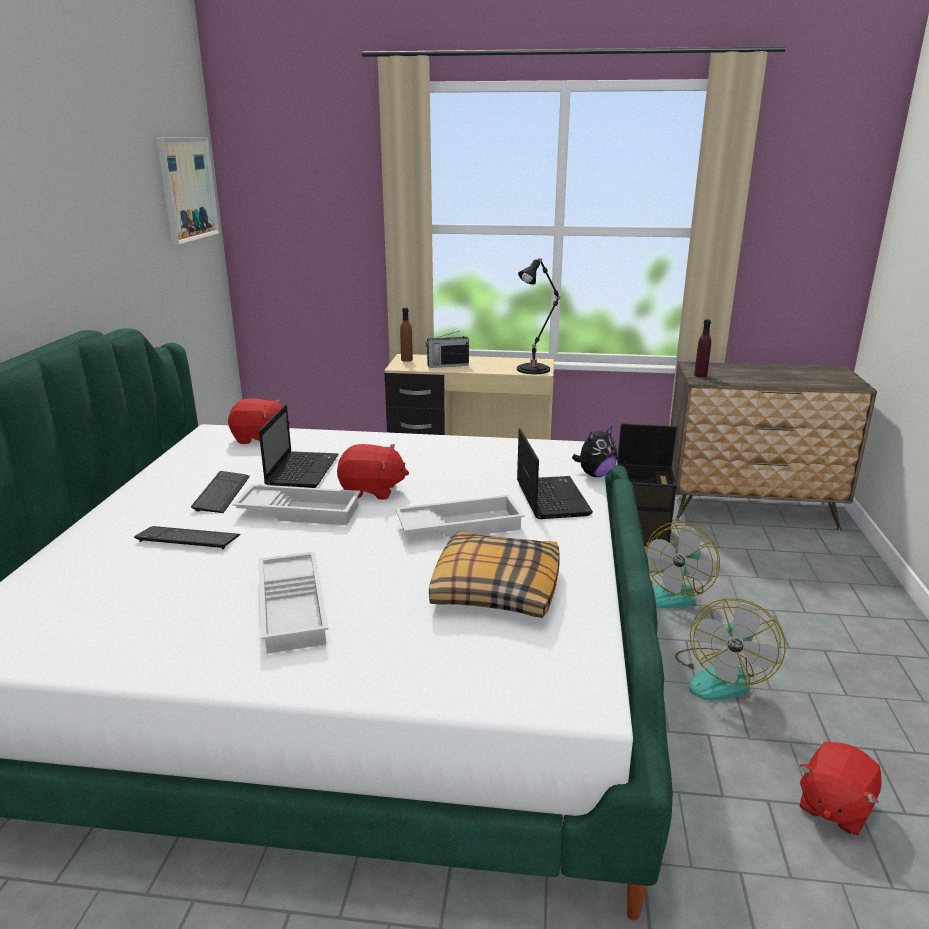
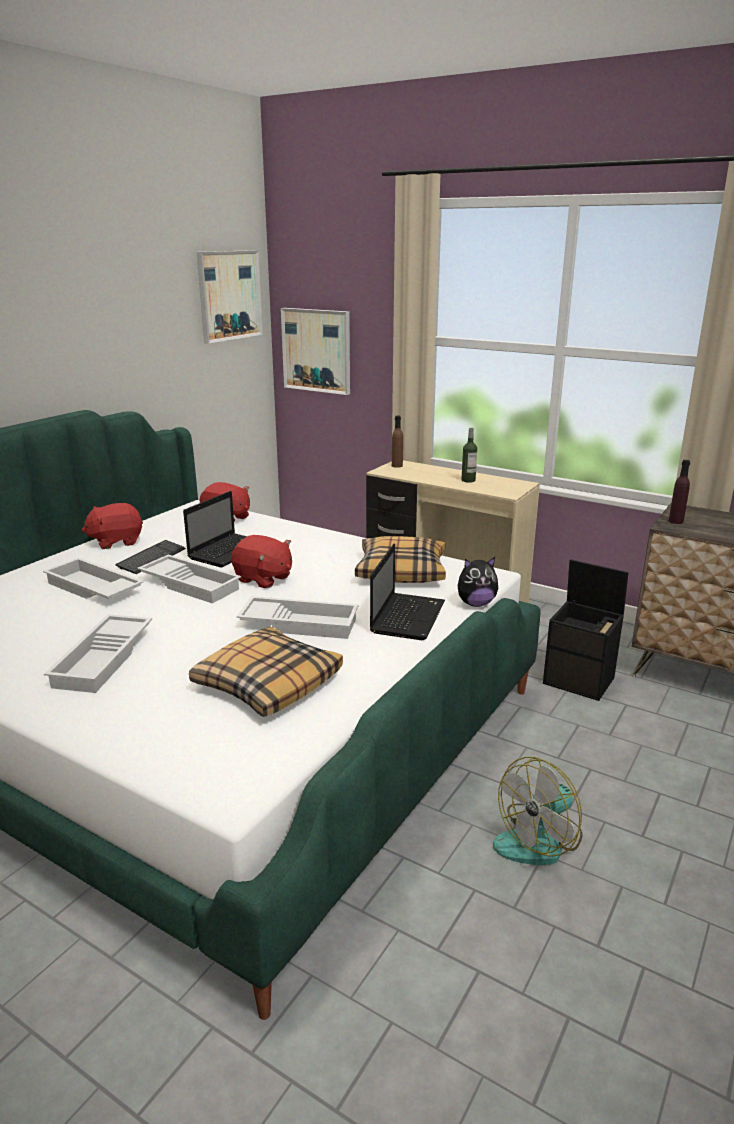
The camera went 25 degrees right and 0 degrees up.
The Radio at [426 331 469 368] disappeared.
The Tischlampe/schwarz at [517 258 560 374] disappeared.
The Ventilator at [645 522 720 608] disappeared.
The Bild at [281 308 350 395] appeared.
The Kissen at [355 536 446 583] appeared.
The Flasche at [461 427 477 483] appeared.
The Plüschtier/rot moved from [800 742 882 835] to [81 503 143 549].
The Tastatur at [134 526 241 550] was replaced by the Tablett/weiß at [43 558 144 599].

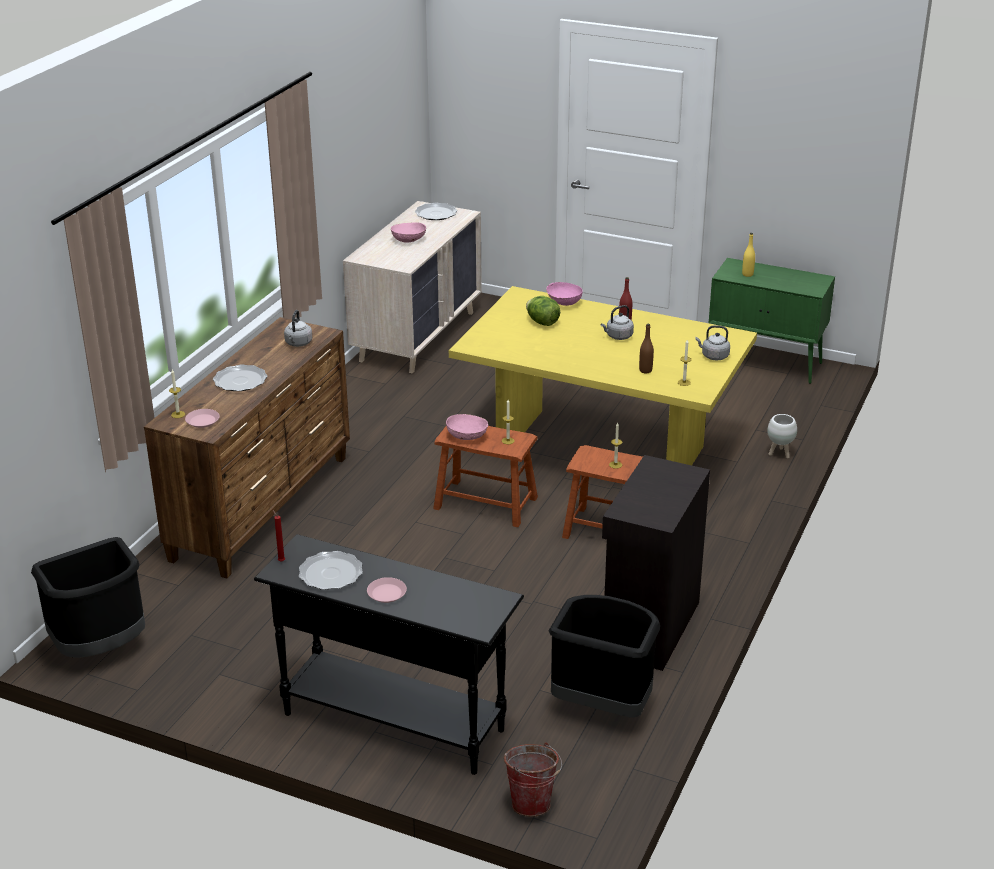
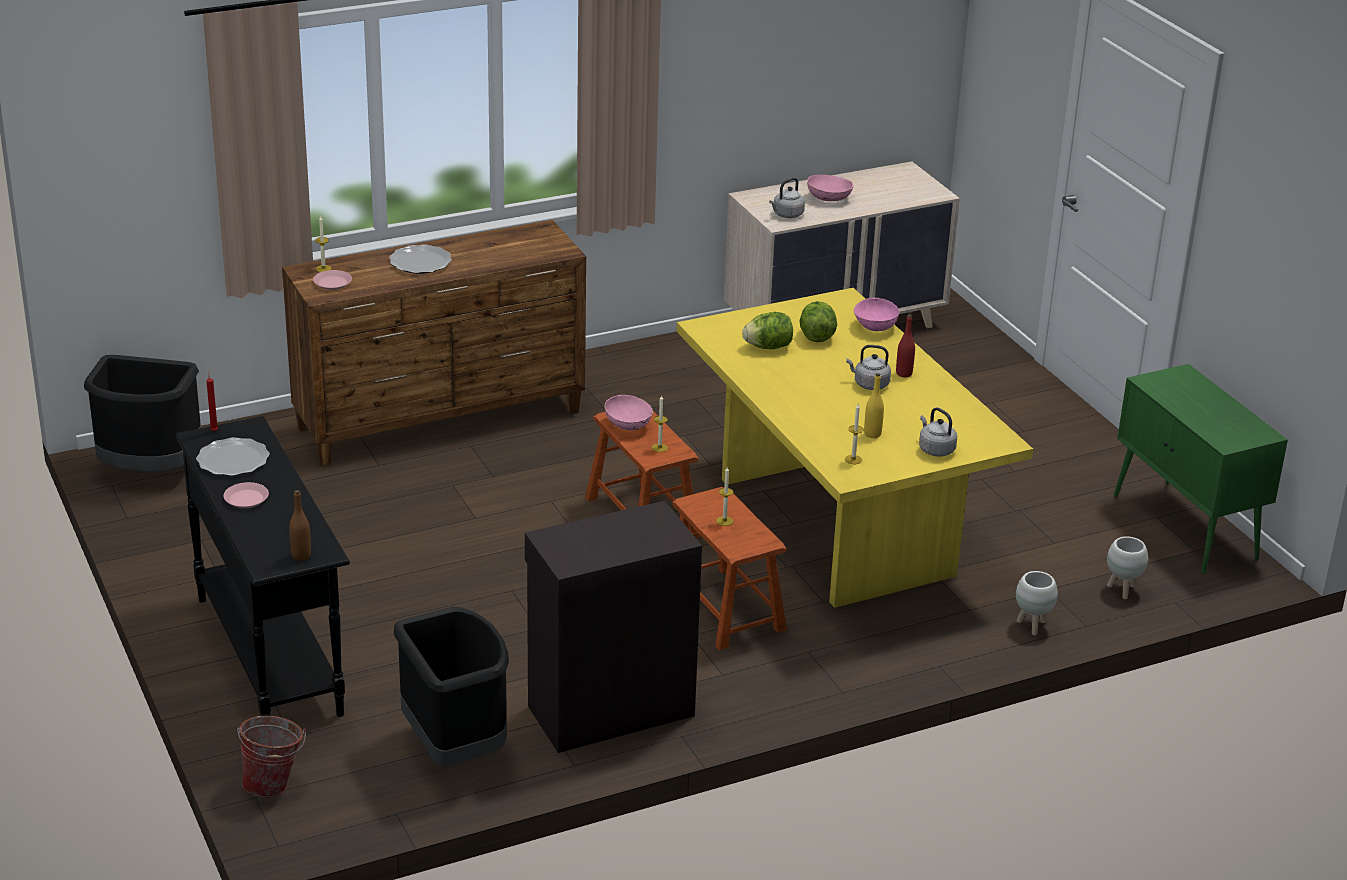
The camera went 40 degrees right and 0 degrees up.
The Teller at [415 203 457 220] disappeared.
The Salatkopf at [742 312 793 350] appeared.
The Pflanzkübel/weiß at [1107 536 1148 599] appeared.
The Wasserkessel/grau moved from [284 310 312 347] to [769 177 805 218].
The Flasche/braun moved from [639 324 654 373] to [289 490 311 561].
The Flasche/gelb moved from [742 233 755 277] to [864 373 884 438].

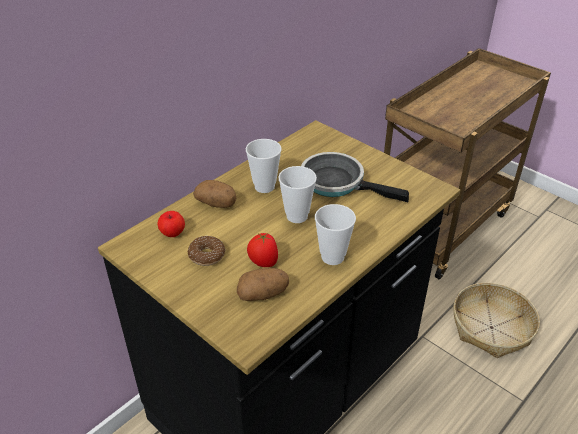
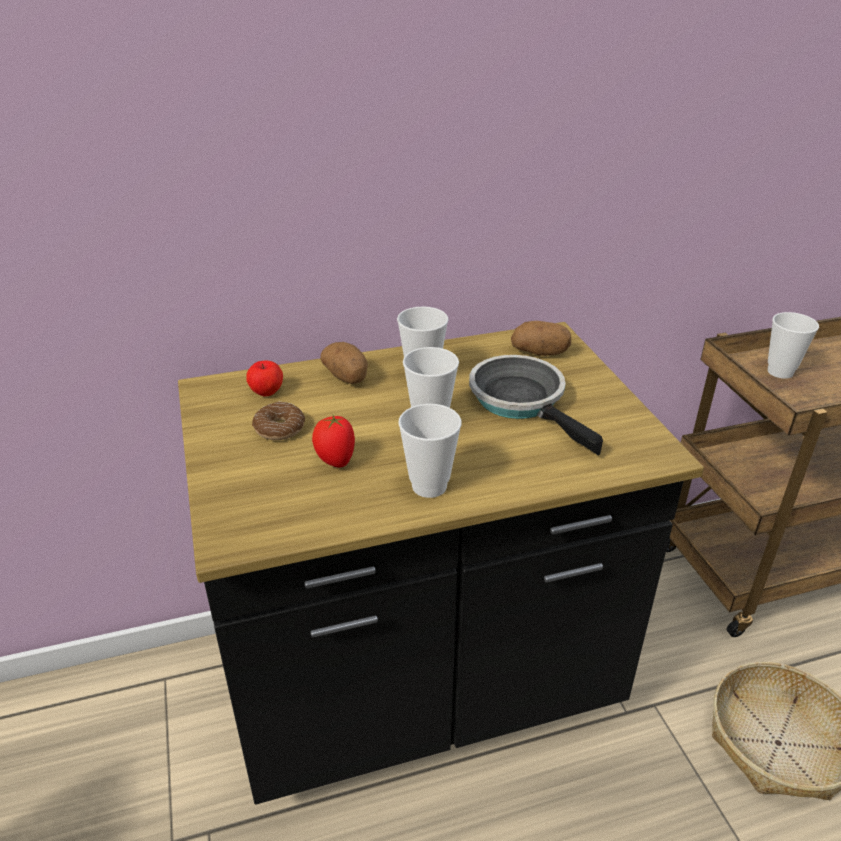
The camera went 30 degrees right and 5 degrees down.
The Tasse at [768 312 819 379] appeared.
The Kartoffel moved from [237 268 289 301] to [511 321 571 356].

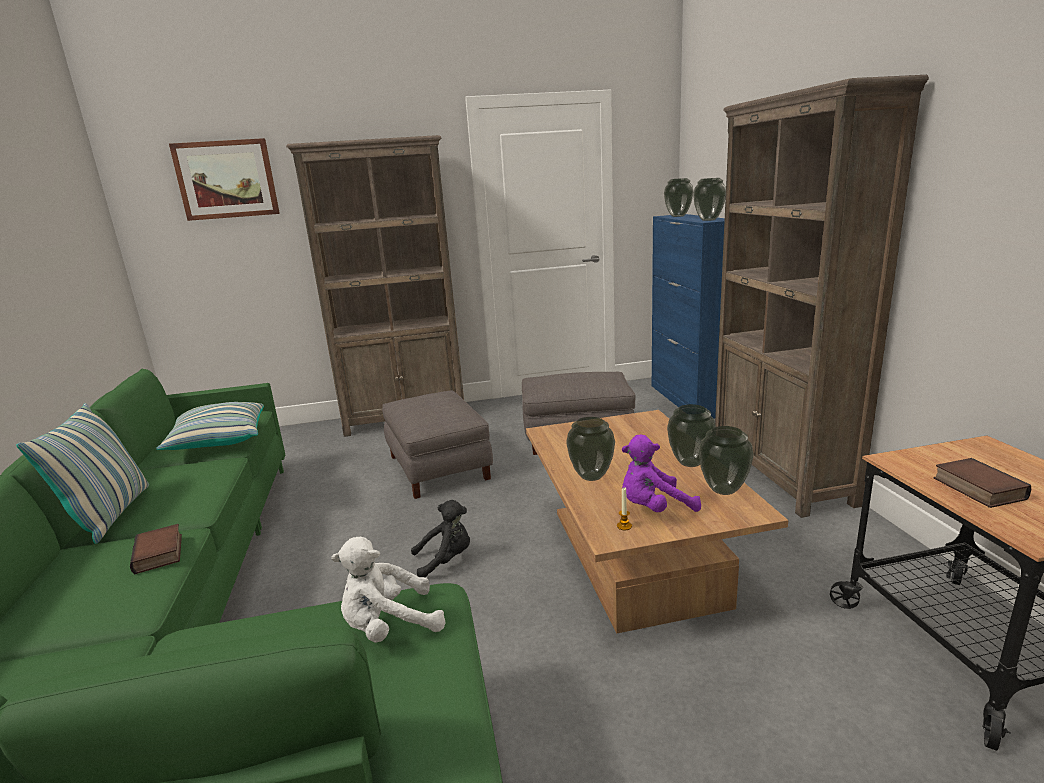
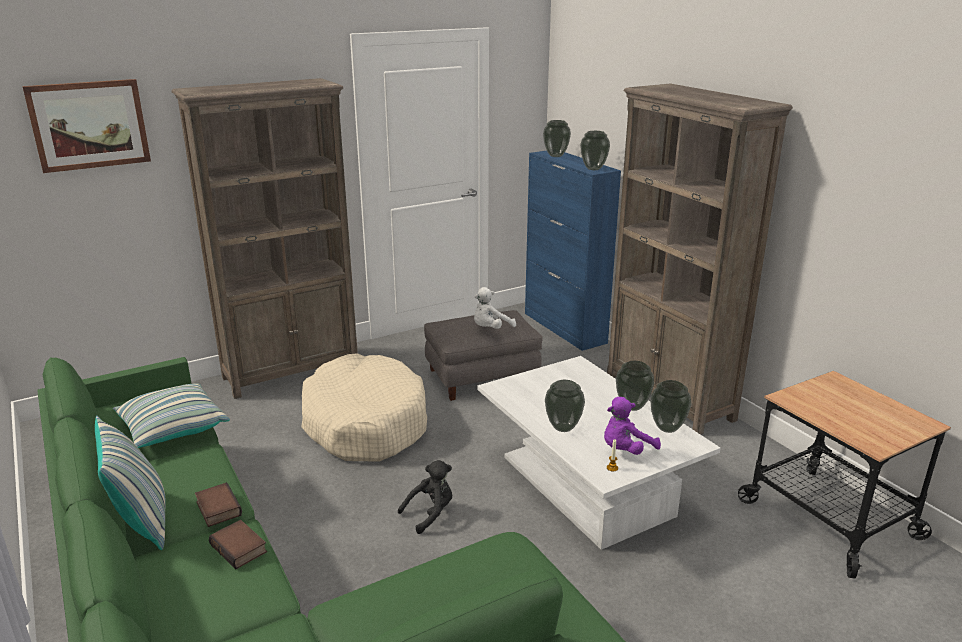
The camera went 20 degrees left and 5 degrees up.
The Plüschtier/weiß moved from [331 537 446 643] to [474 287 516 329].
The Buch moved from [934 458 1031 508] to [195 482 242 527].
The Polsterhocker/grau at [382 391 493 499] was replaced by the Hundebett/beige at [302 353 427 462].
The Couchtisch/braun at [526 410 788 633] became the Couchtisch/weiß at [477 356 721 550].

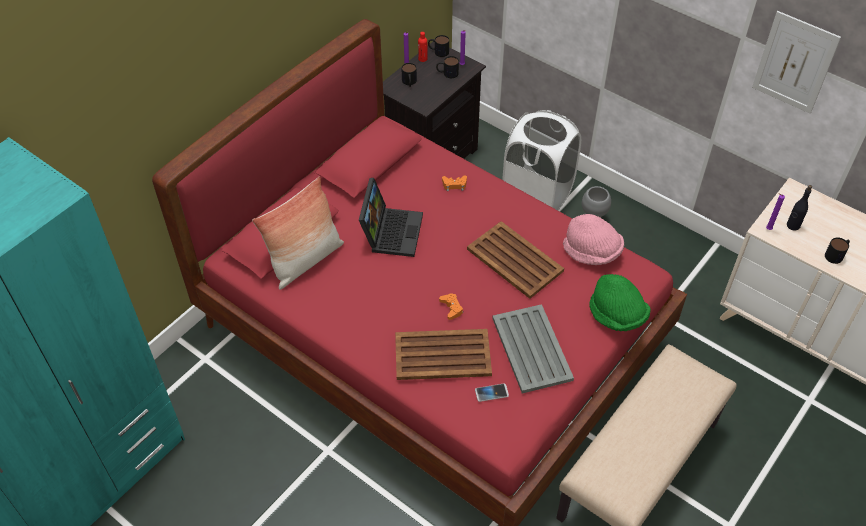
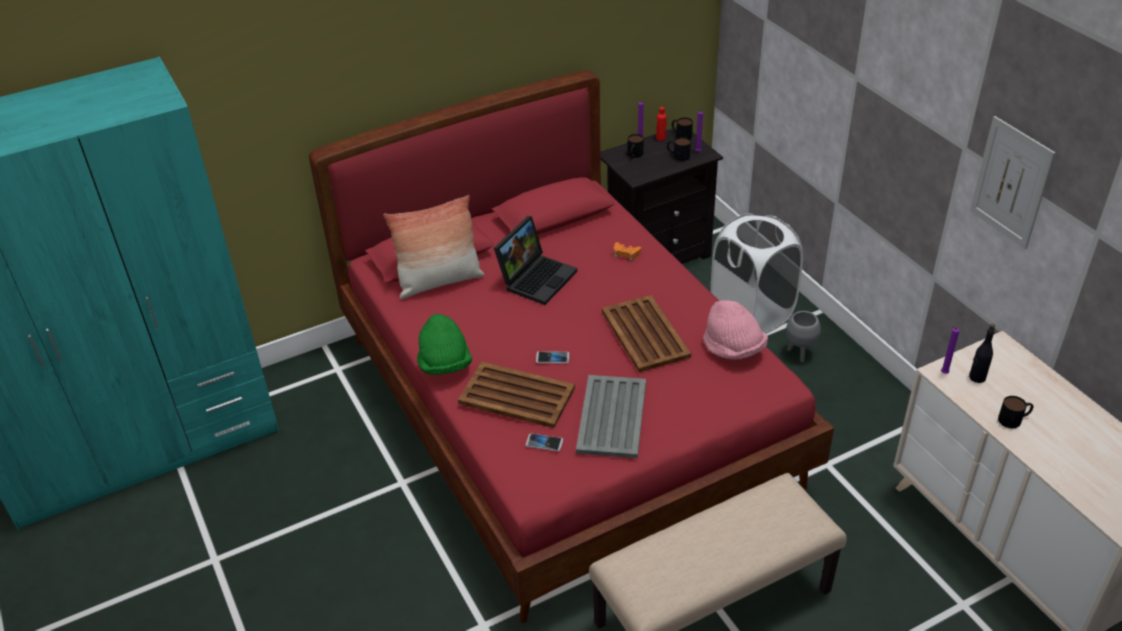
The camera went 25 degrees right and 10 degrees down.
The Hut/grün moved from [589 274 651 331] to [417 314 472 375].
The Gamepad/orange at [439 293 463 320] was replaced by the Handy at [536 351 569 363].

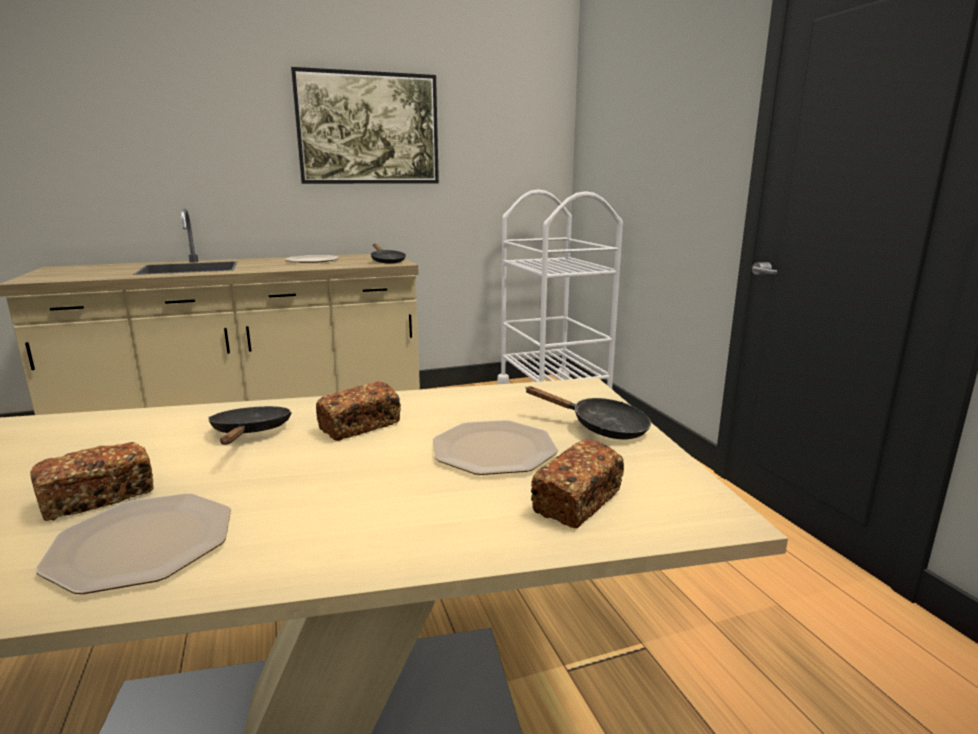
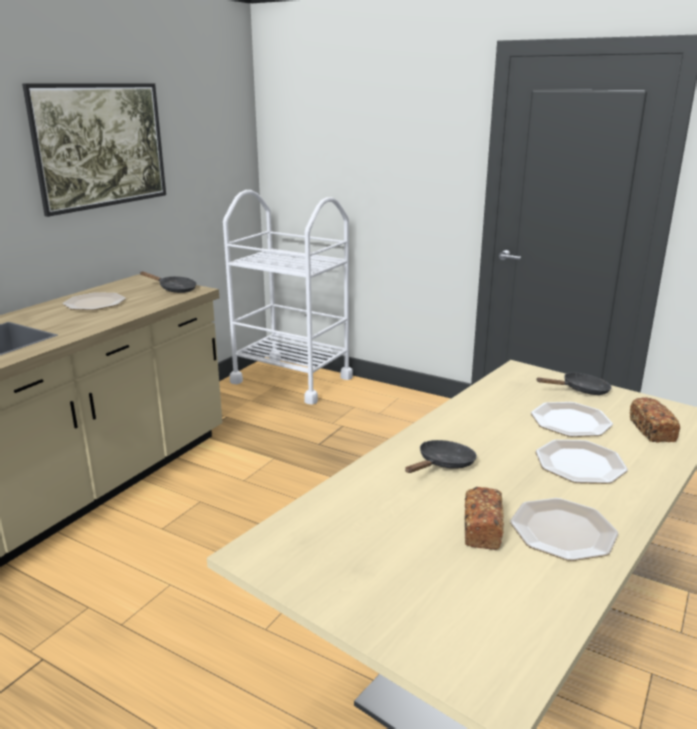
The camera went 40 degrees left and 5 degrees up.
The Brot at [316 381 401 441] disappeared.
The Teller at [535 440 628 484] appeared.
The Pfanne/schwarz at [209 406 292 445] turned 90 degrees clockwise.

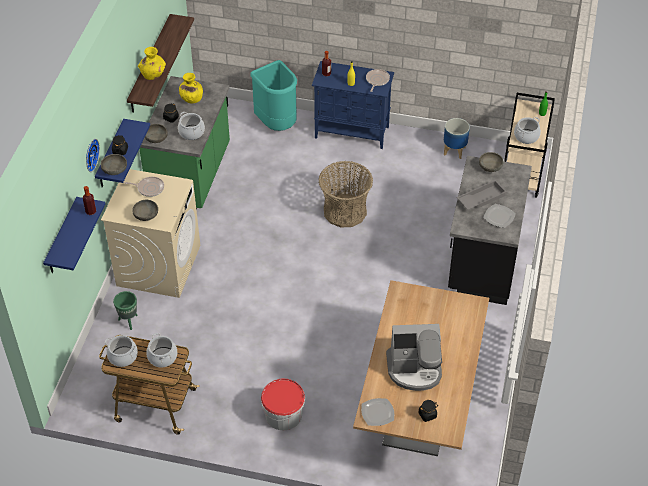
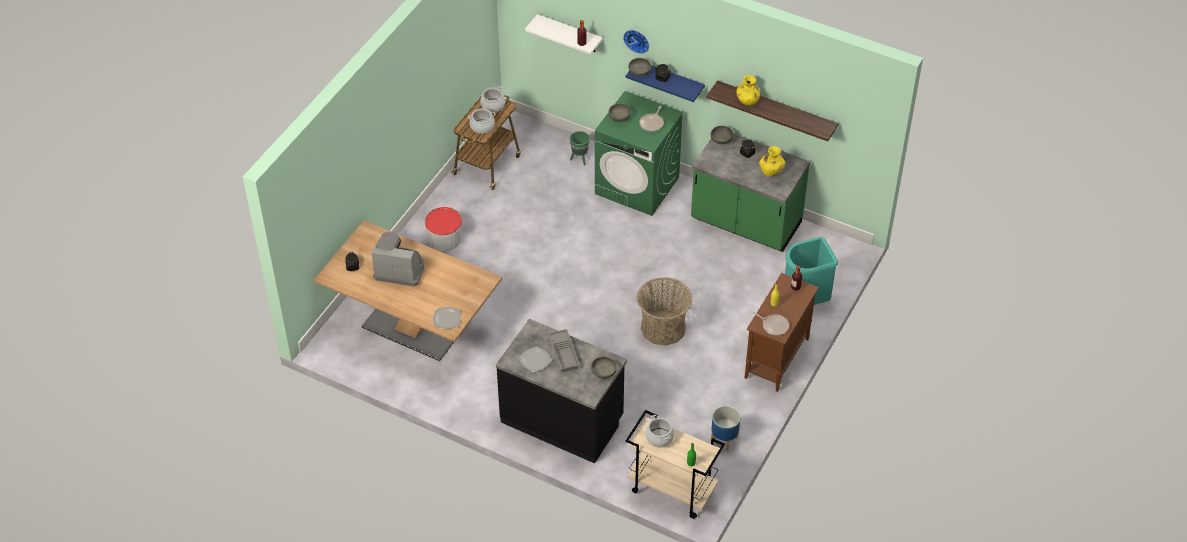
The camera went 105 degrees right and 0 degrees up.
The Kochtopf at [178 112 205 140] disappeared.
The Teller moved from [361 398 394 426] to [433 307 461 329].
The Wandregal/blau at [43 197 105 273] became the Wandregal/weiß at [525 14 603 54].
The Waschmaschine/beige at [101 169 200 298] became the Waschmaschine/grün at [595 91 683 216].
The Schrank/blau at [312 61 394 149] became the Schrank/braun at [745 273 819 392].
The Kaffeemaschine at [386 324 442 391] turned 90 degrees clockwise.

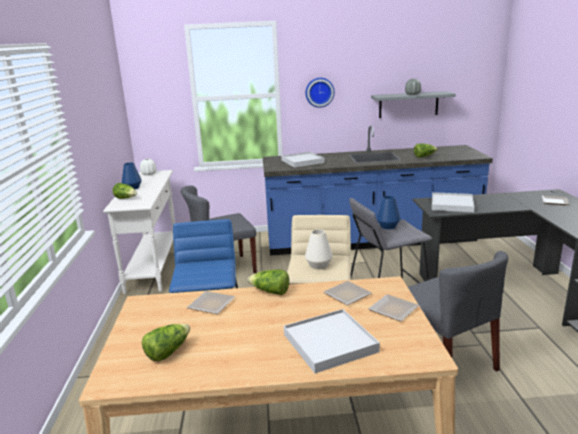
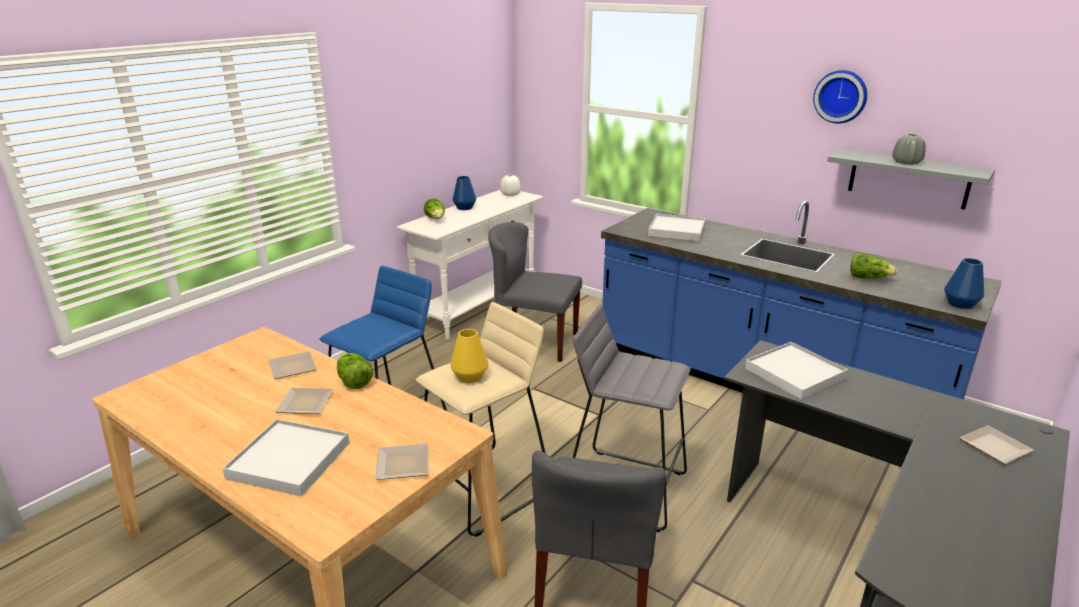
The camera went 40 degrees right and 5 degrees up.
The Salatkopf at [142 324 190 361] disappeared.
The Wanduhr moved from [306 78 335 108] to [813 70 867 124].
The Teller moved from [323 281 372 305] to [275 388 333 414].
The Vase/blau moved from [377 196 401 229] to [944 258 984 309].
The Vase/weiß at [305 229 333 269] became the Vase/gelb at [450 329 488 383].

